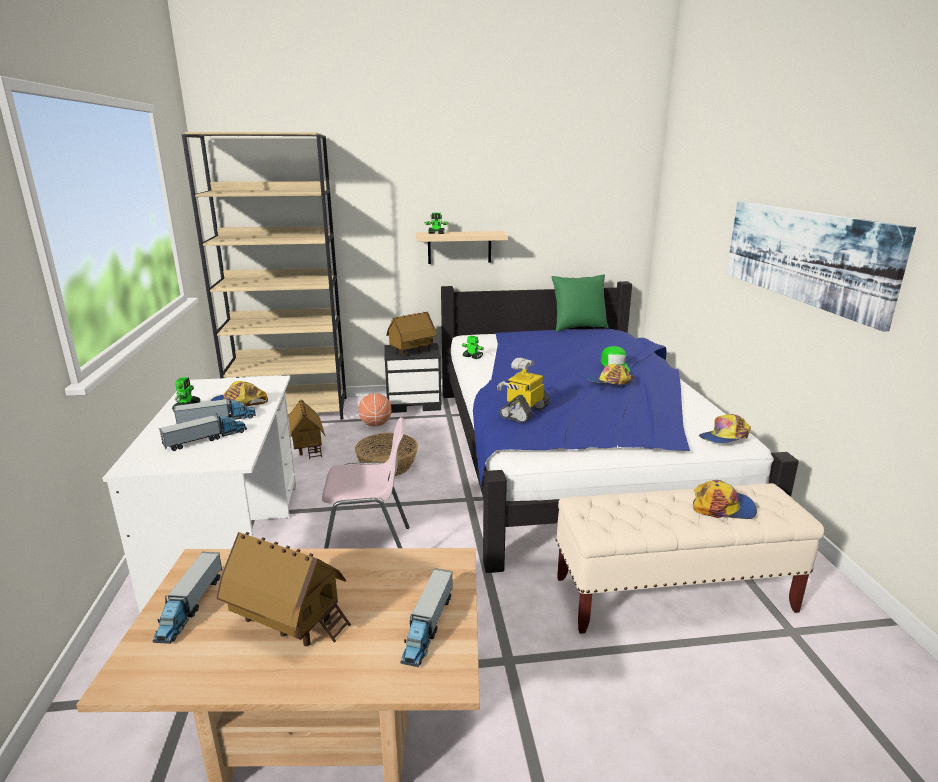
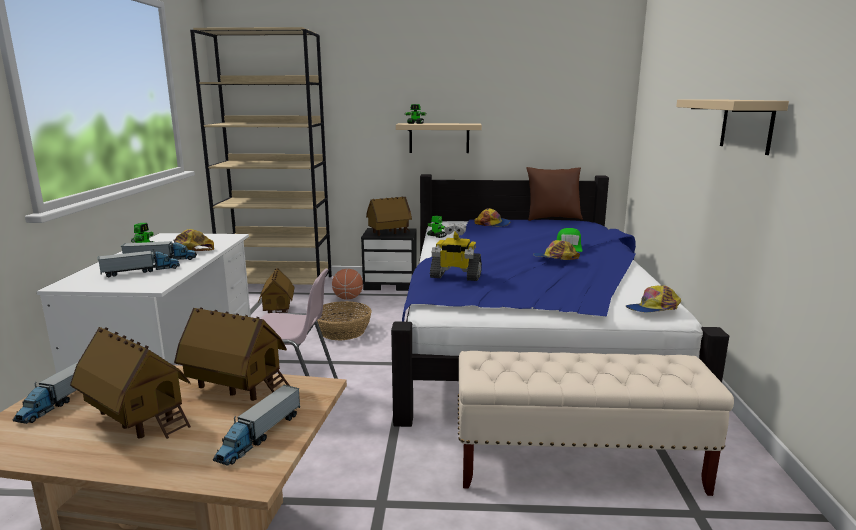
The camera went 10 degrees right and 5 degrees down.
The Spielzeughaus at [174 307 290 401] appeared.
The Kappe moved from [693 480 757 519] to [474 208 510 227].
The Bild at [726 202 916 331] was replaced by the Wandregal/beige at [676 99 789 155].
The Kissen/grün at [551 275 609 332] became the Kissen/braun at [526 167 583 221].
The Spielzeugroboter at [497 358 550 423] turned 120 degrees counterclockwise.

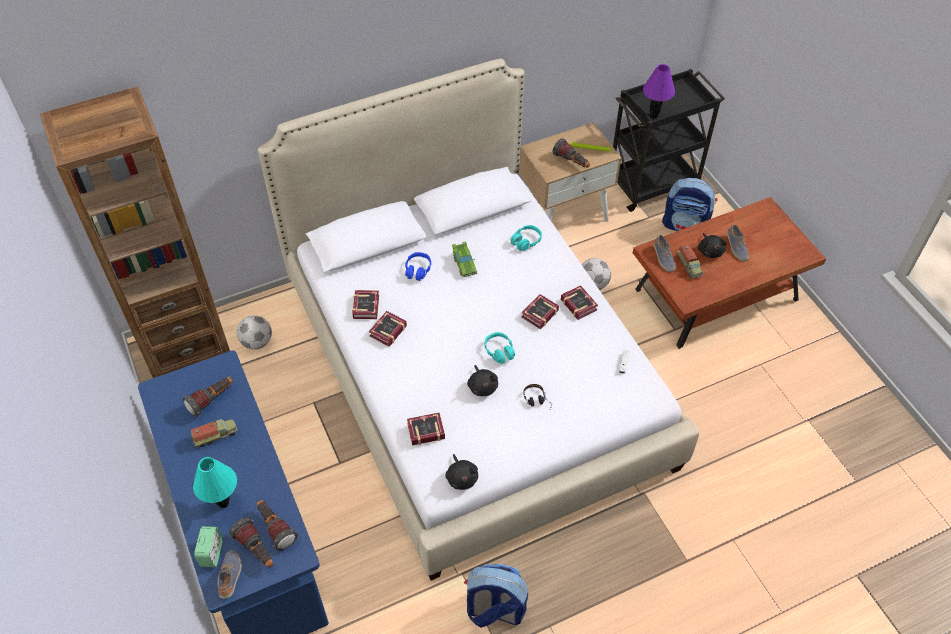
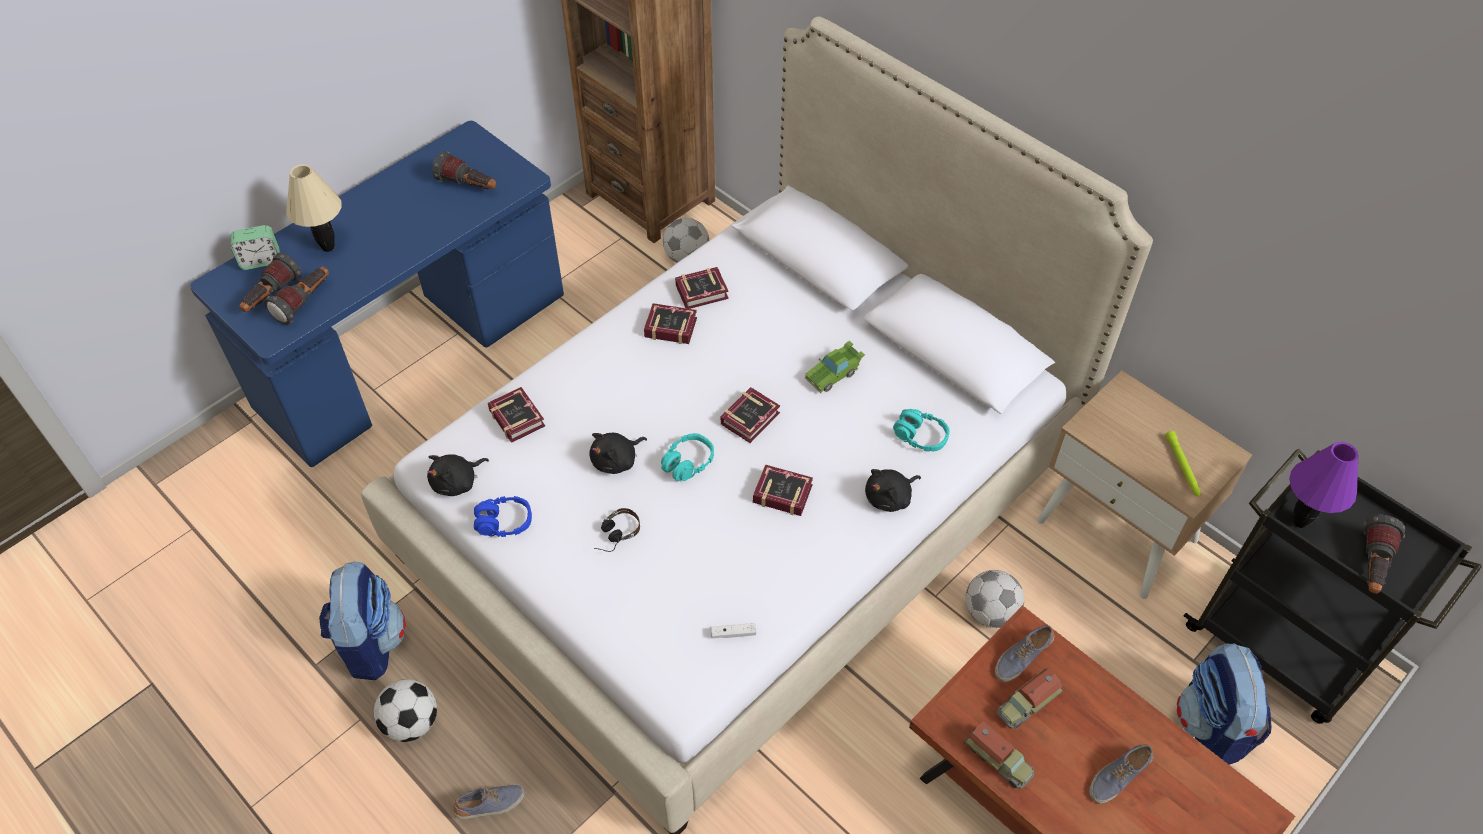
The camera went 70 degrees right and 0 degrees up.
The Fußball at [374 679 437 742] appeared.
The Spielzeuglaster moved from [191 419 237 448] to [964 721 1035 789].
The Schuh moved from [217 551 242 599] to [453 784 525 820].
The Kopfhörer/blau moved from [405 252 431 281] to [474 496 532 537].
The Taschenlampe moved from [553 138 590 168] to [1363 515 1406 594].
The Buch moved from [561 285 598 320] to [721 387 780 443].
The Plüschtier/schwarz moved from [698 233 727 258] to [865 469 921 512].
The Tischlampe/türkis at [193 457 237 508] became the Tischlampe/beige at [287 164 342 252].

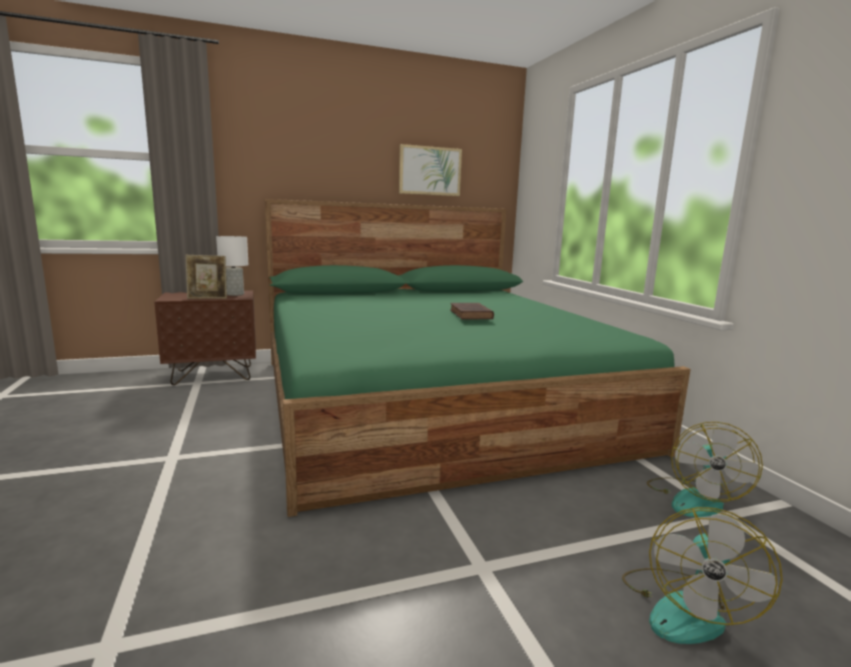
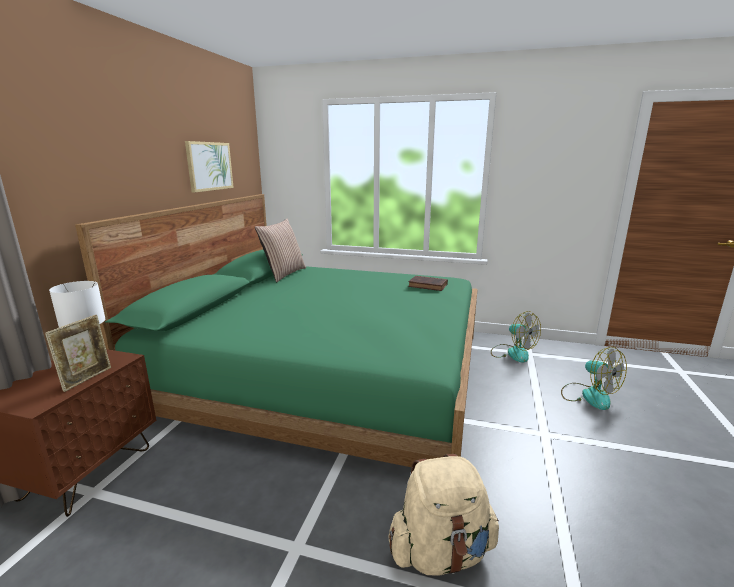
The camera went 55 degrees left and 5 degrees up.
The Kissen at [255 219 306 282] appeared.
The Rucksack/beige at [388 454 499 576] appeared.
The Buch/braun moved from [450 303 494 320] to [408 276 448 291].

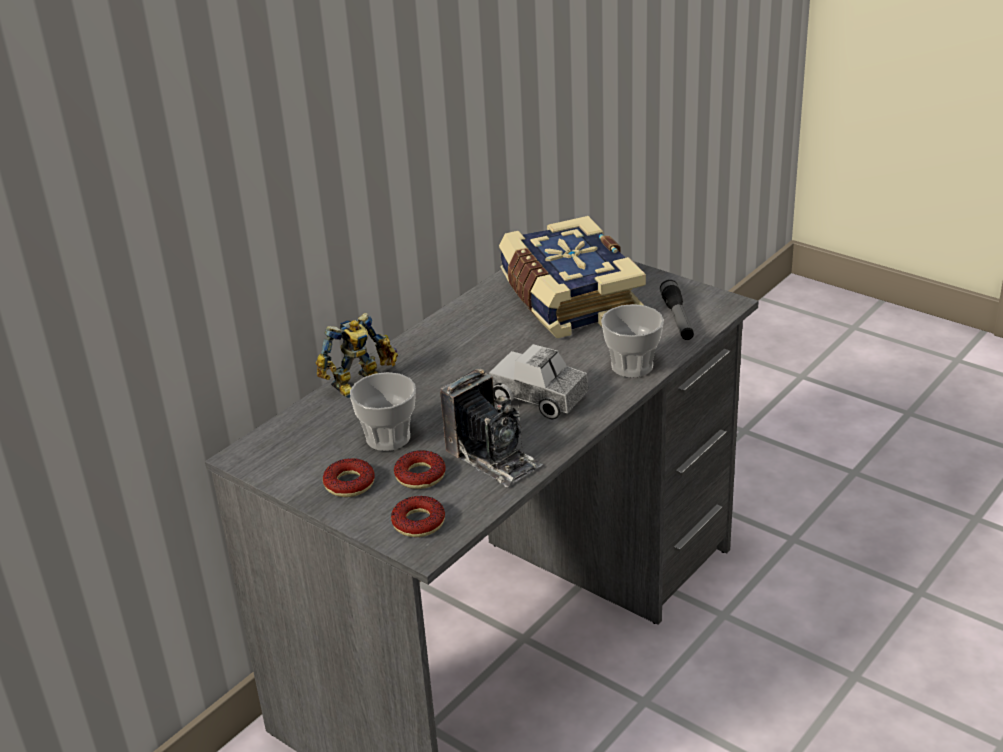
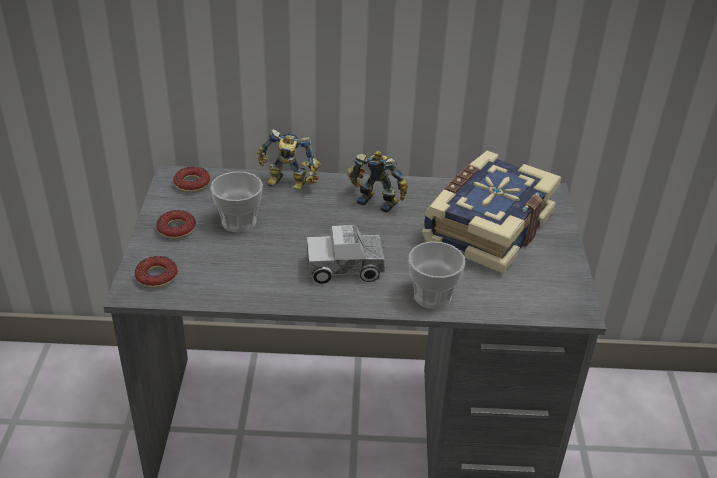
The camera went 50 degrees right and 5 degrees up.
The Kamera at [440 369 543 487] disappeared.
The Taschenlampe at [660 280 694 340] disappeared.
The Spielzeugroboter at [347 151 408 213] appeared.
The Donut moved from [394 450 446 489] to [173 167 210 193].
The Spielzeuglaster at [489 344 589 419] turned 90 degrees counterclockwise.

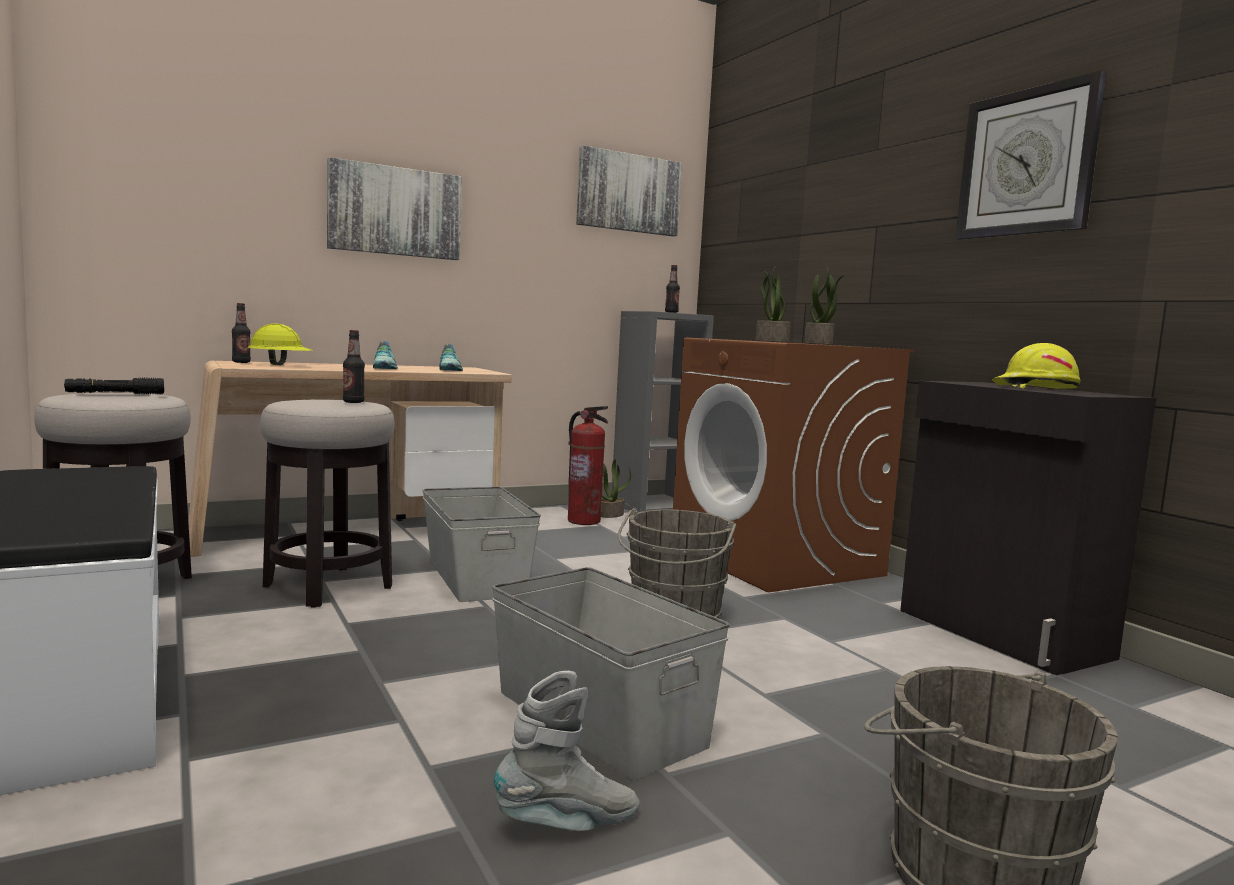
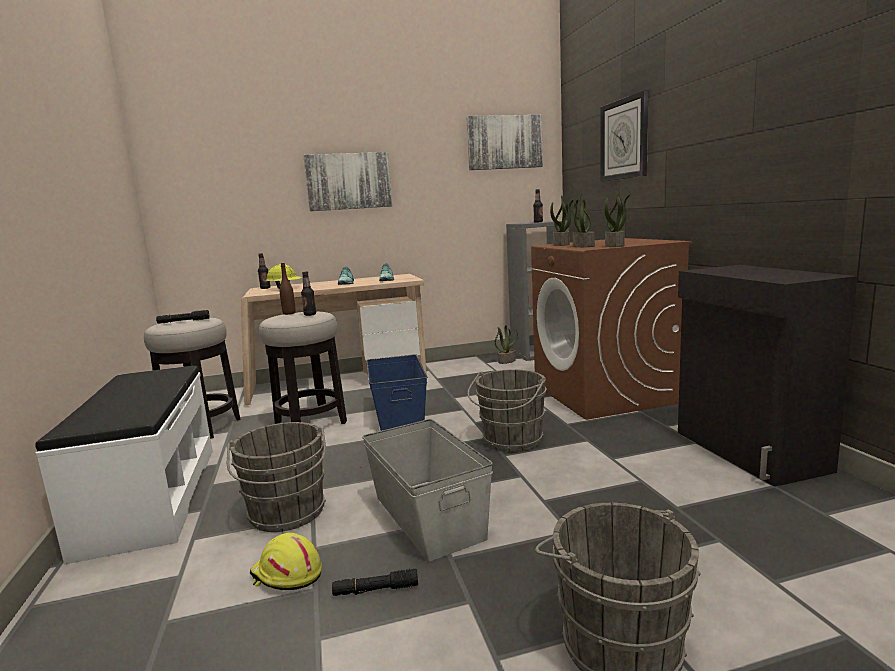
The camera went 15 degrees right and 5 degrees up.
The Feuerlöscher at [568 406 608 525] disappeared.
The Eimer/grau at [227 422 326 532] appeared.
The Flasche/braun at [280 263 296 315] appeared.
The Topfpflanze at [550 195 574 246] appeared.
The Wanduhr moved from [955 70 1107 240] to [601 90 648 182].
The Schutzhelm/gelb moved from [992 343 1080 389] to [250 533 322 590].
The Stiefel/grau at [494 671 640 831] was replaced by the Taschenlampe/schwarz at [332 569 418 596].
The Aufbewahrungsbox/grau at [422 486 541 602] became the Aufbewahrungsbox/blau at [367 354 427 431].

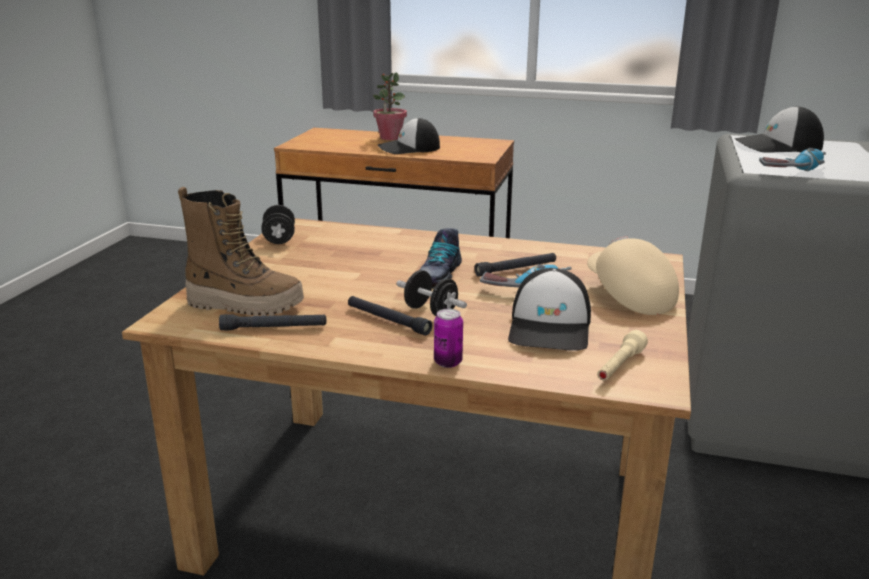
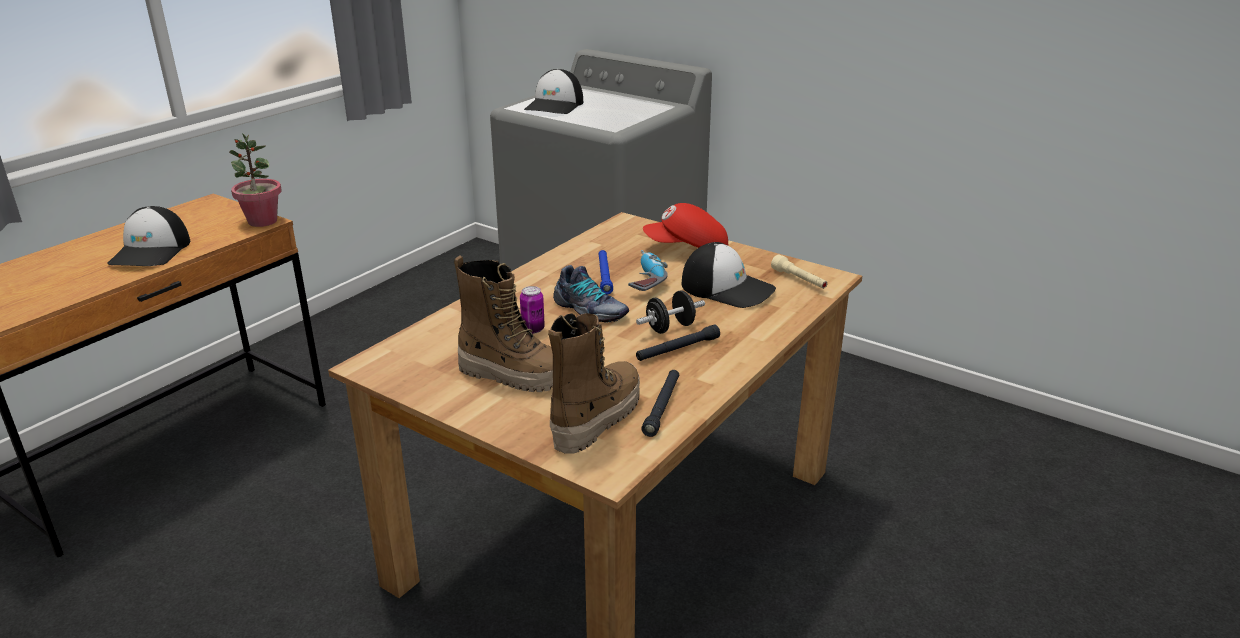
The camera went 70 degrees left and 5 degrees up.
The Hantel/schwarz at [261 205 295 244] disappeared.
The Bohrmaschine at [759 148 826 171] disappeared.
The Stiefel at [454 255 553 392] appeared.
The Topfpflanze moved from [373 72 407 140] to [229 133 282 227].
The Dose moved from [434 309 463 368] to [520 286 545 334].
The Taschenlampe/schwarz at [474 253 556 277] became the Taschenlampe/blau at [598 250 613 295].
The Kappe/beige at [587 237 679 315] became the Kappe/rot at [643 203 728 248].

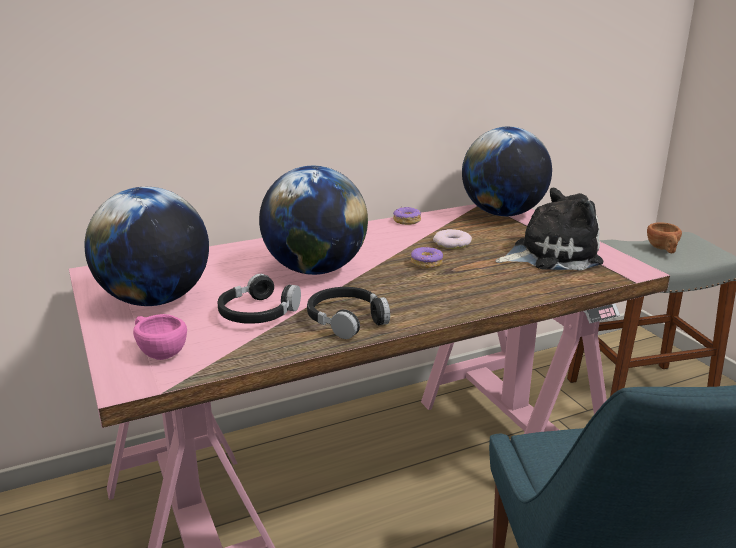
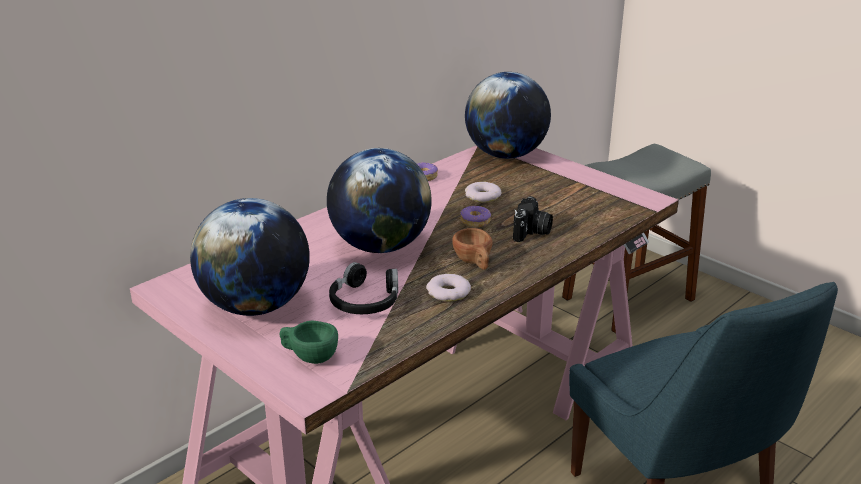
The camera went 20 degrees left and 5 degrees up.
The Plüschtier at [495 188 603 271] disappeared.
The Kamera at [513 196 553 242] appeared.
The Tasse/braun moved from [647 222 682 253] to [452 228 493 270].
The Kopfhörer/schwarz at [307 287 390 339] was replaced by the Donut at [426 274 471 302].
The Tasse/rosa at [133 314 187 360] became the Tasse/grün at [279 320 338 364].

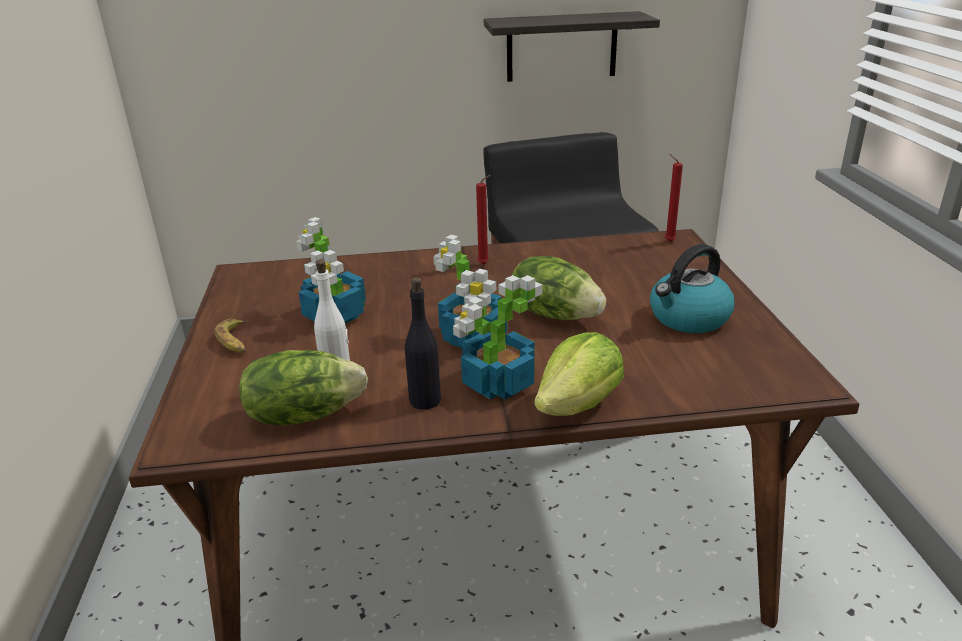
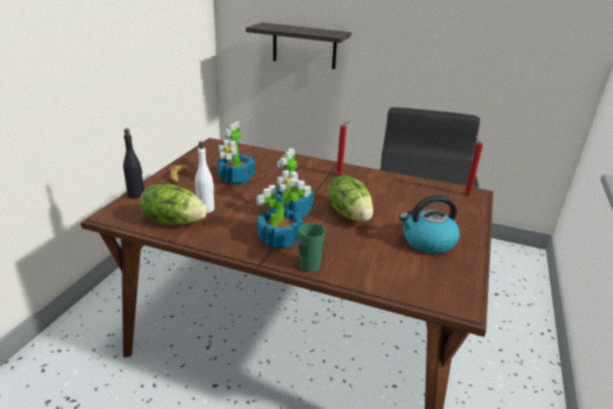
The camera went 25 degrees right and 0 degrees up.
The Flasche/schwarz moved from [405 278 441 410] to [123 129 144 198].
The Wandregal moved from [484 11 660 82] to [246 23 351 69].
The Salatkopf at [534 332 624 416] was replaced by the Tasse/grün at [298 223 325 272].

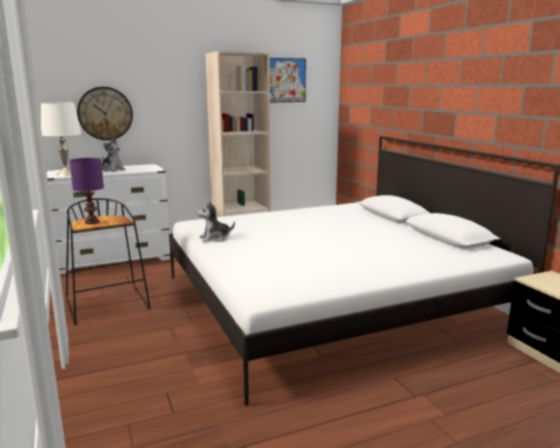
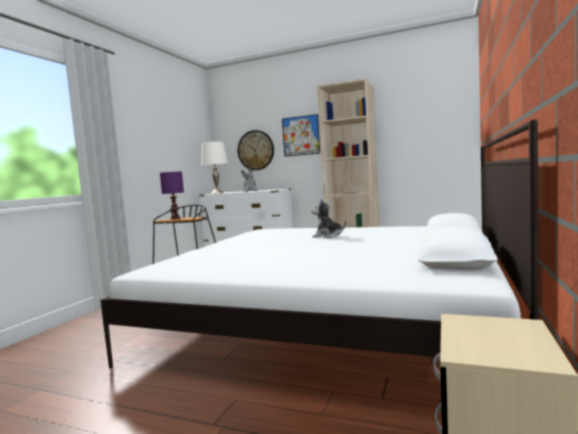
The camera went 45 degrees right and 10 degrees down.
The Plüschtier moved from [196 201 235 242] to [311 199 346 238].
The Bild moved from [270 58 306 102] to [282 114 320 157].

